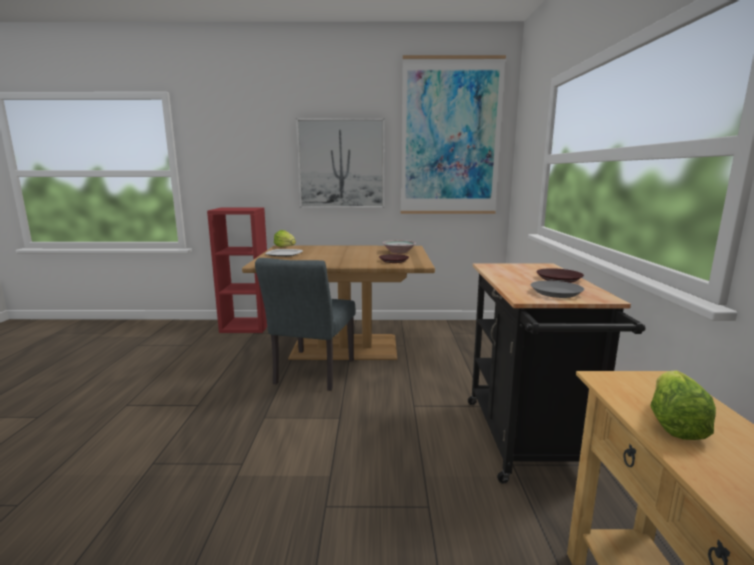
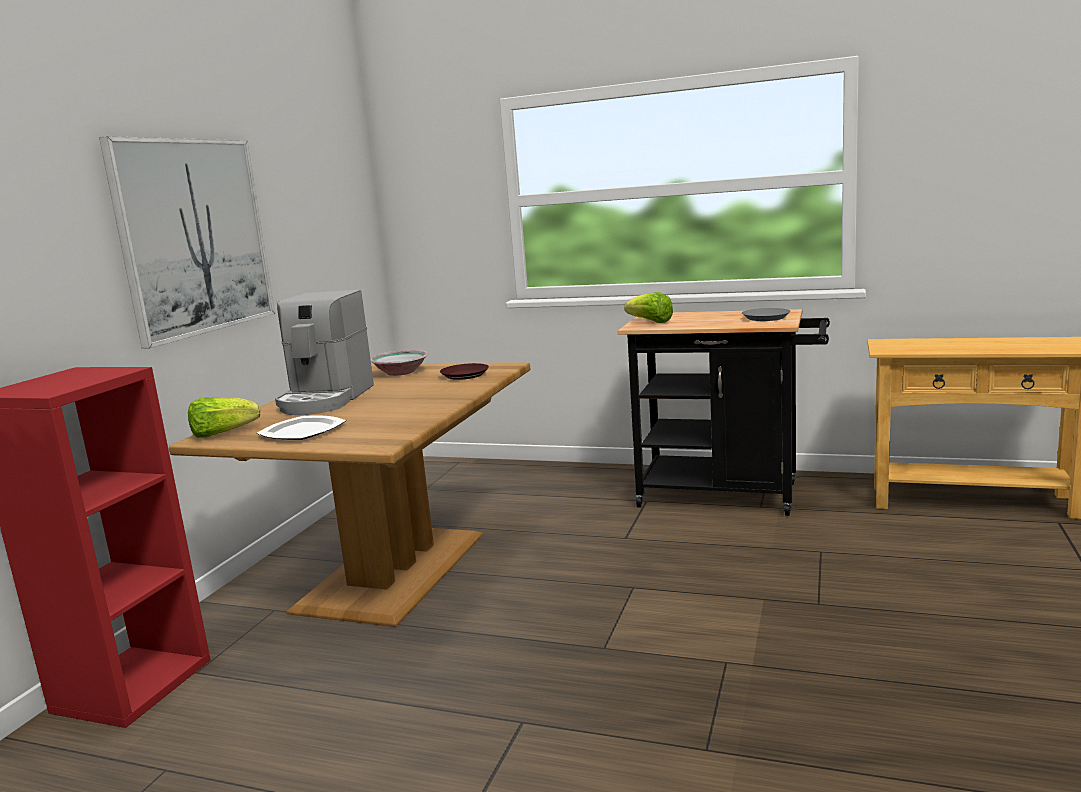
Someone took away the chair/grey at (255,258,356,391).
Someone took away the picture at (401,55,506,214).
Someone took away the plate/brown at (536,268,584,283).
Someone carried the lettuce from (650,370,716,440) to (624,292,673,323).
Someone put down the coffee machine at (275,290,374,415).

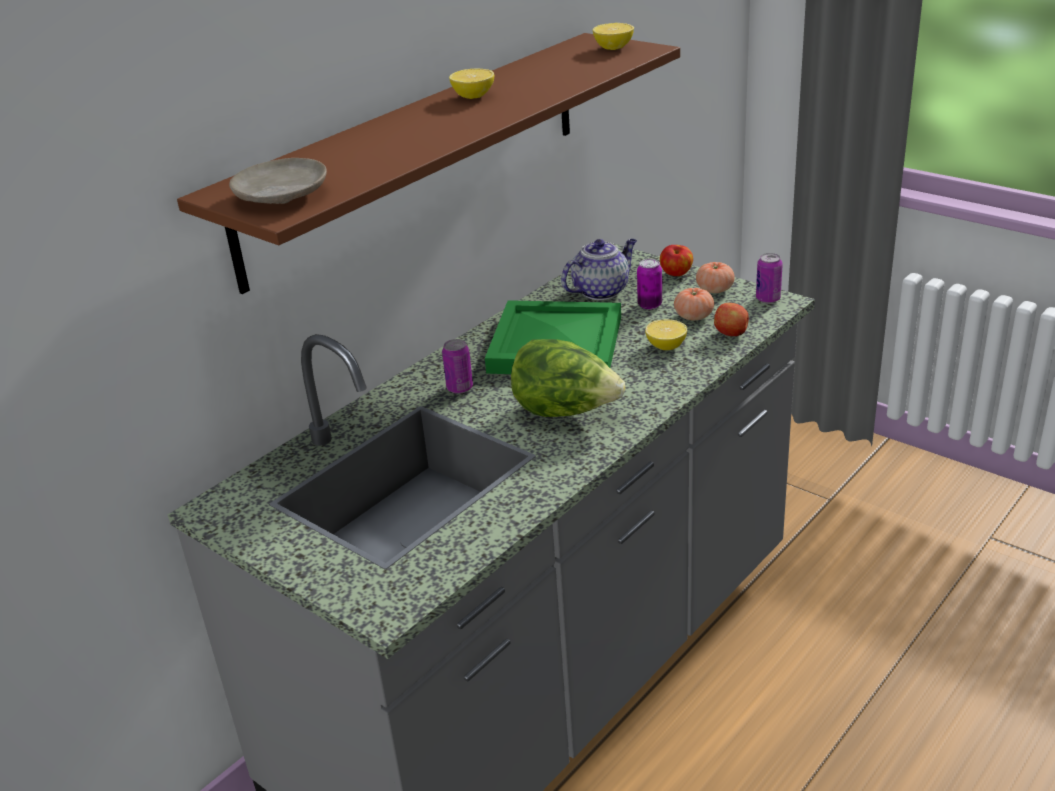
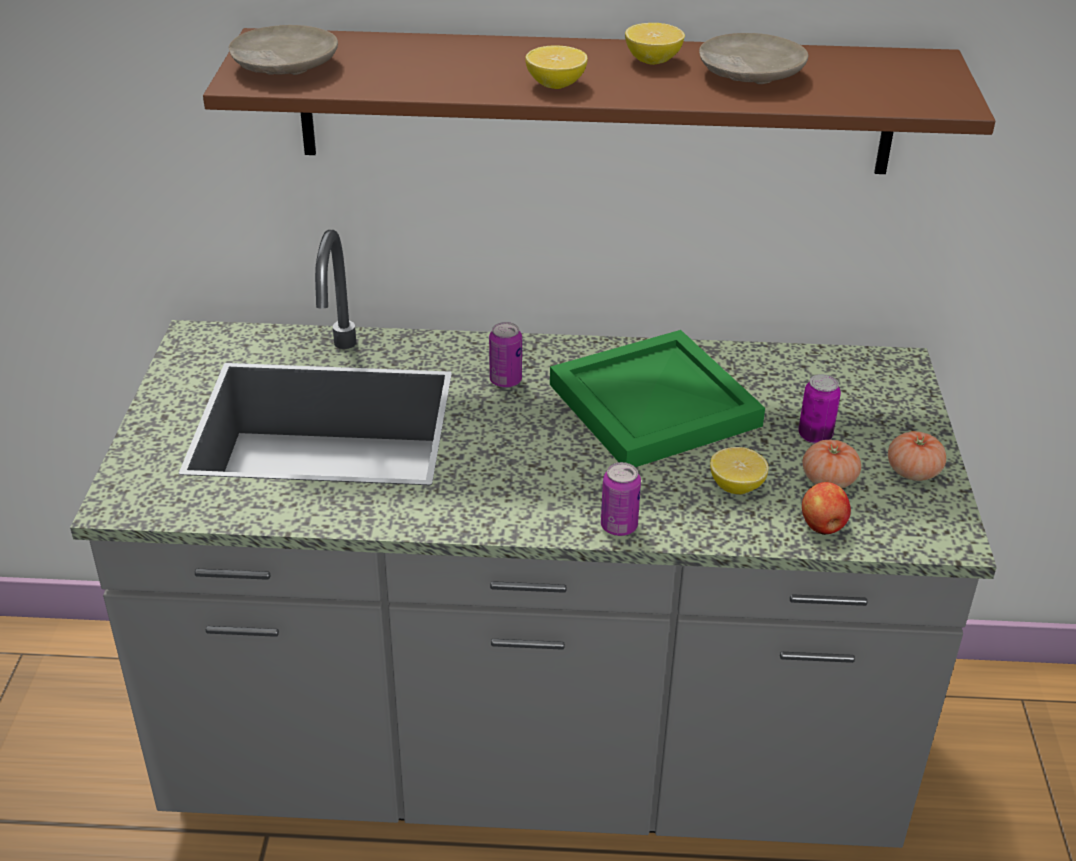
Someone took away the lettuce at (511,339,625,417).
Someone took away the teapot at (561,239,637,300).
Someone carried the lemon from (593,23,634,50) to (525,45,588,89).
Someone took away the apple at (660,245,693,276).
Someone carried the can from (756,253,783,303) to (601,462,641,536).
Someone put down the plate/beige at (699,33,808,84).

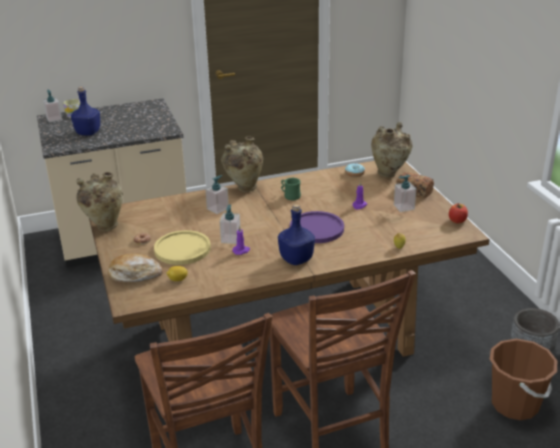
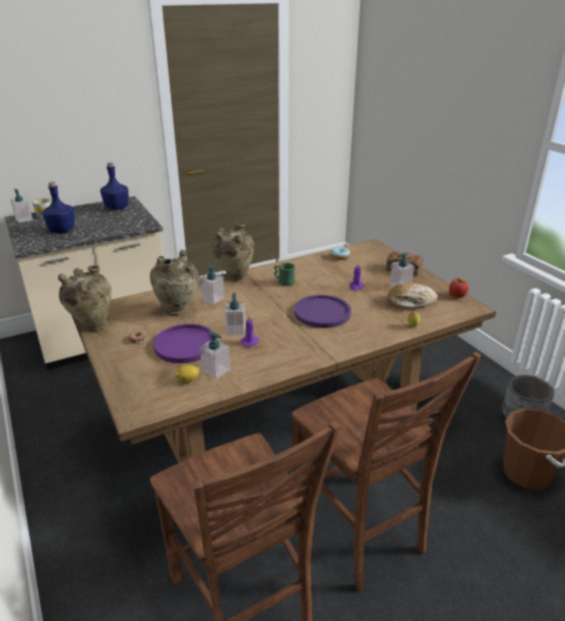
Someone carried the bread from (108,254,163,282) to (387,283,438,308).
Someone repainted the plate/yellow at (154,230,211,265), which became the plate/purple at (153,324,216,363).
Someone carried the bottle/blue from (278,204,315,265) to (100,162,129,210).
Someone carried the vase/beige from (371,122,412,177) to (150,250,199,315).
Someone put down the soap dispenser at (200,331,230,379).

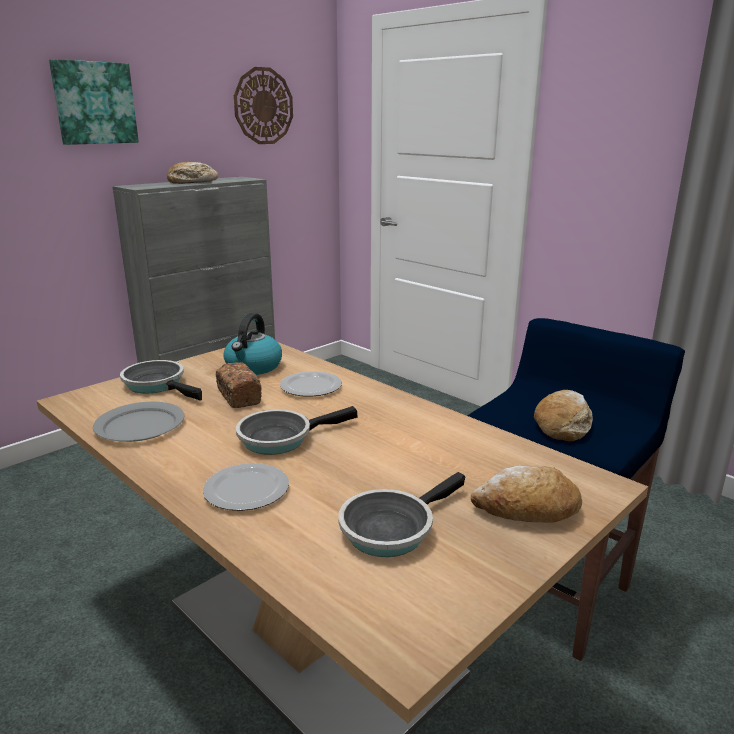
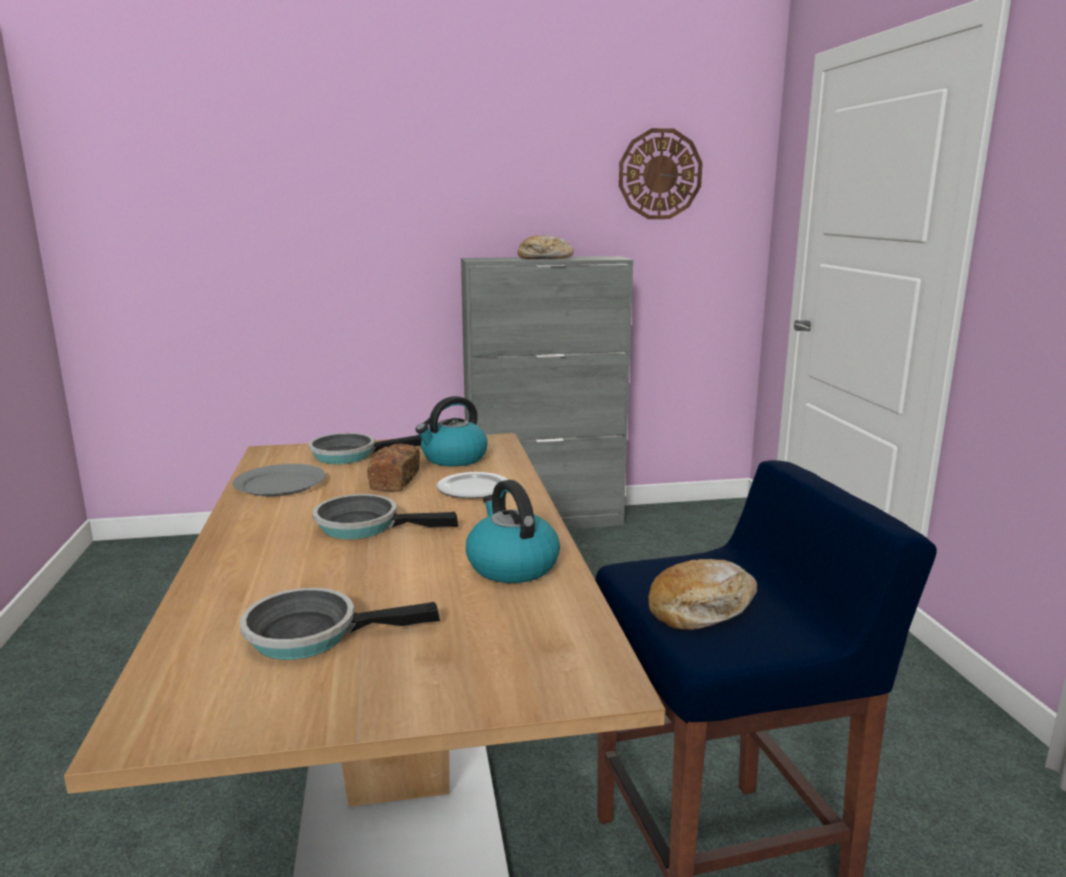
Someone took away the picture at (49,59,139,145).
Someone rotated the frying pan at (120,360,202,401) by 90 degrees counterclockwise.
Someone took away the plate at (203,463,289,511).
Someone took away the bread at (471,466,582,523).
Someone put down the kettle at (466,480,560,583).

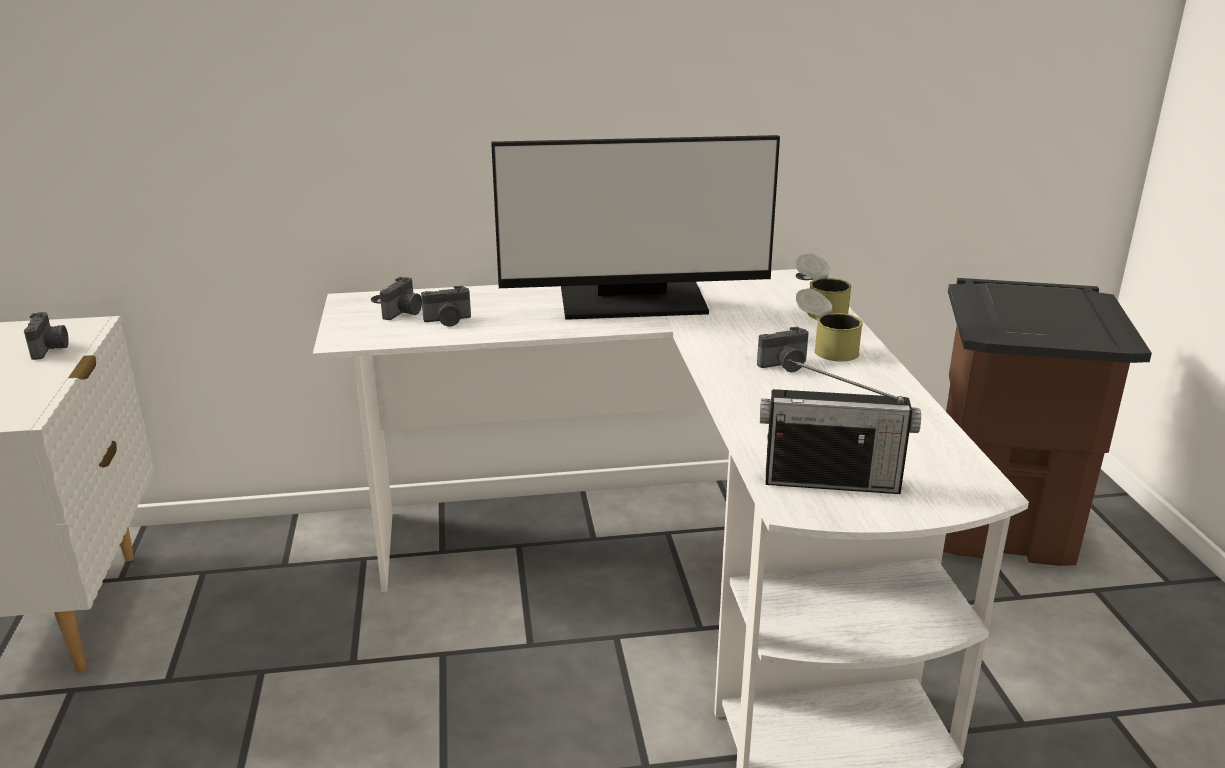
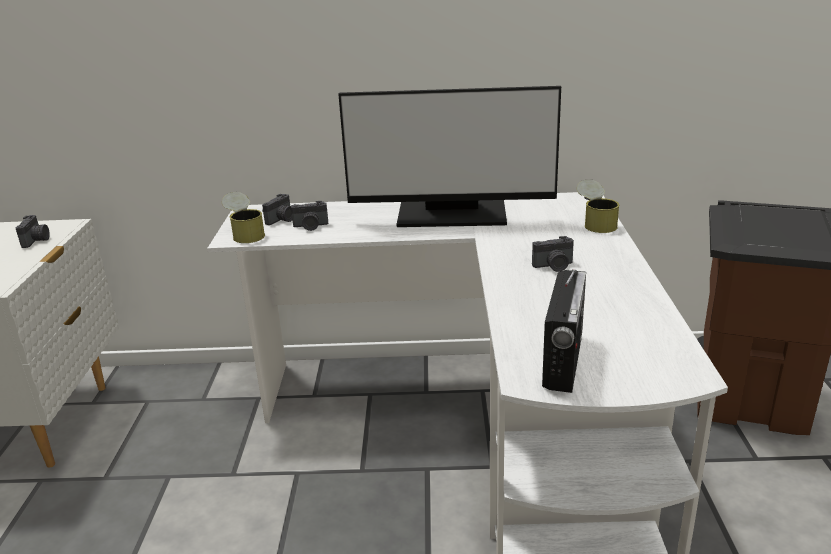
Someone rotated the radio at (760,359,921,494) by 90 degrees counterclockwise.
Someone carried the can from (796,289,863,362) to (222,192,265,243).

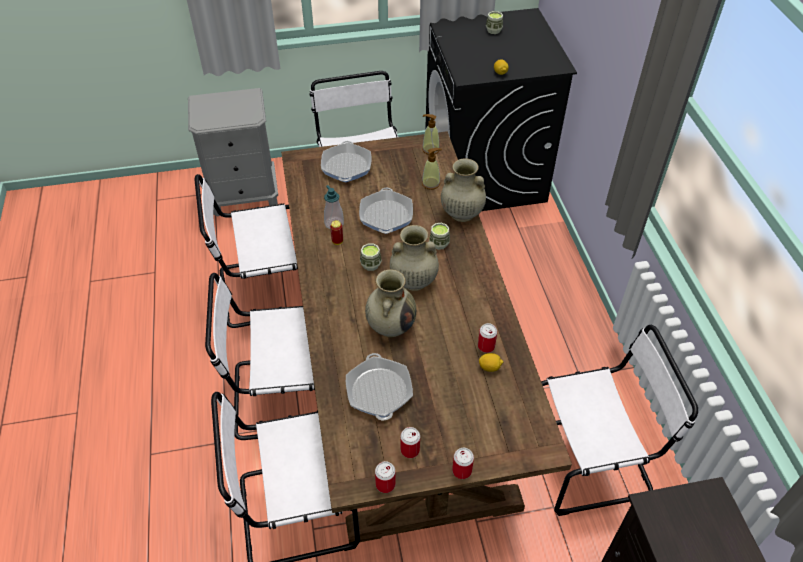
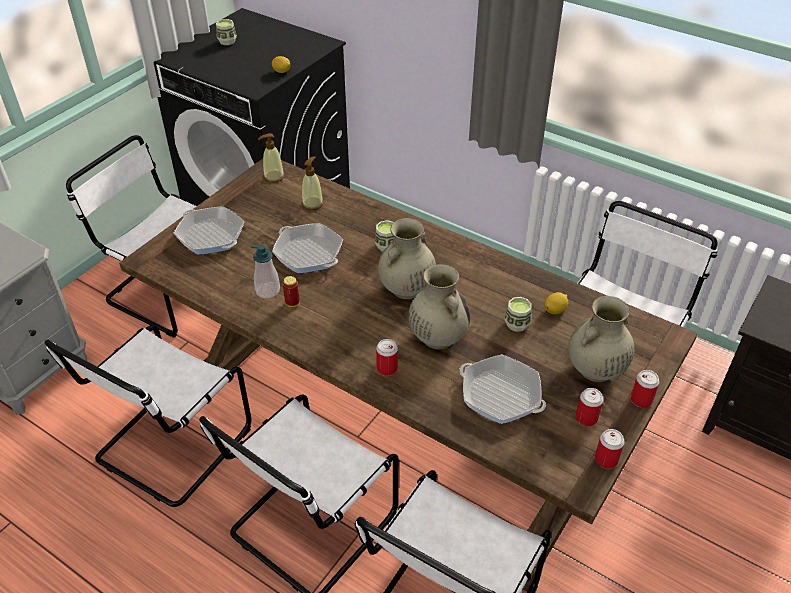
Someone carried the cup from (360,243,382,271) to (505,297,532,332).
Someone carried the vase/beige from (441,158,486,222) to (568,296,634,382).
Someone carried the can from (478,323,497,353) to (376,339,398,376).

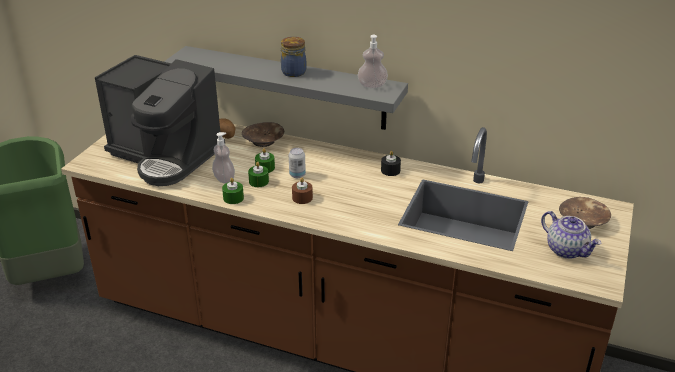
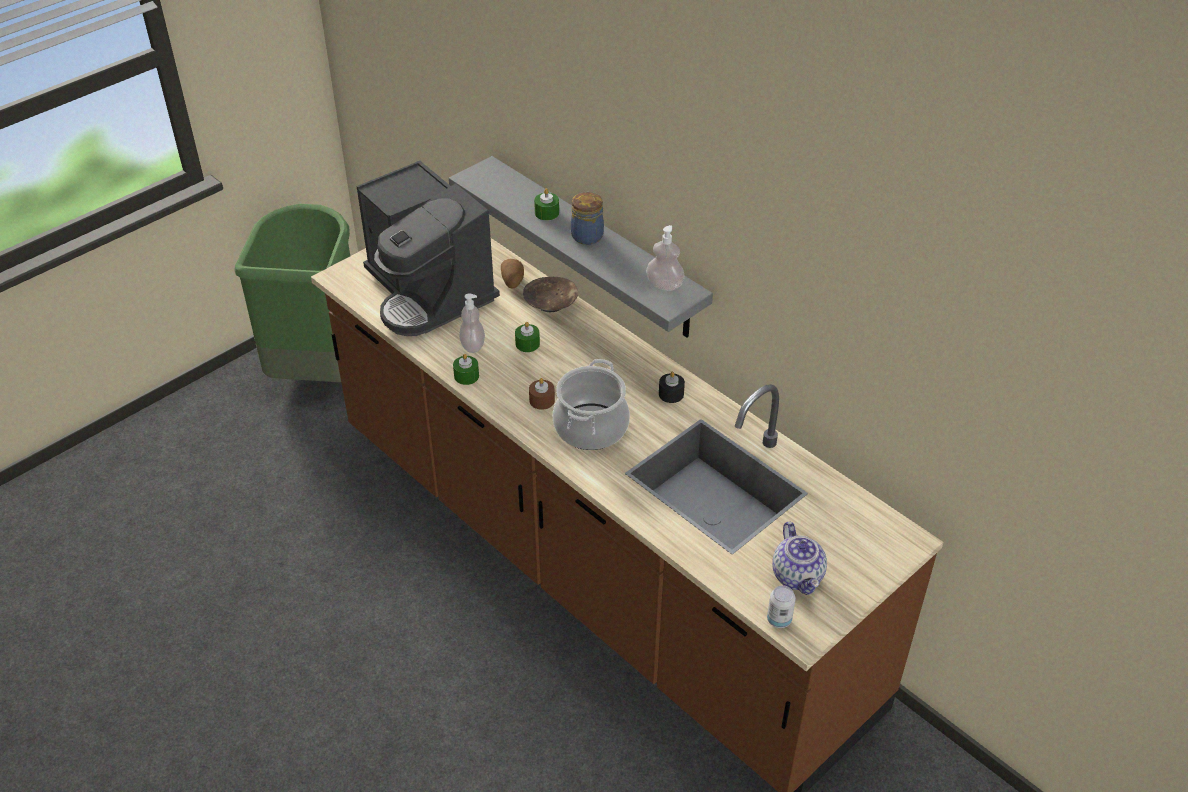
Someone carried the candle/green from (248,162,269,187) to (534,188,559,220).
Someone carried the can from (289,148,306,178) to (767,585,796,628).
Someone took away the bowl/brown at (559,197,611,229).
Someone put down the cooking pot at (553,359,630,450).

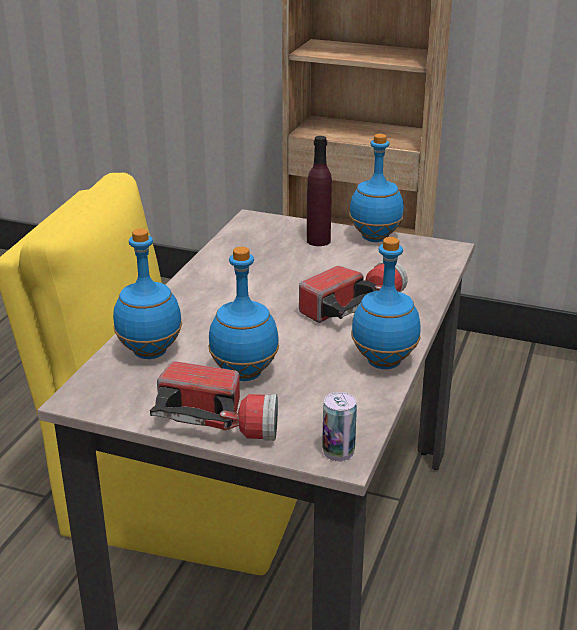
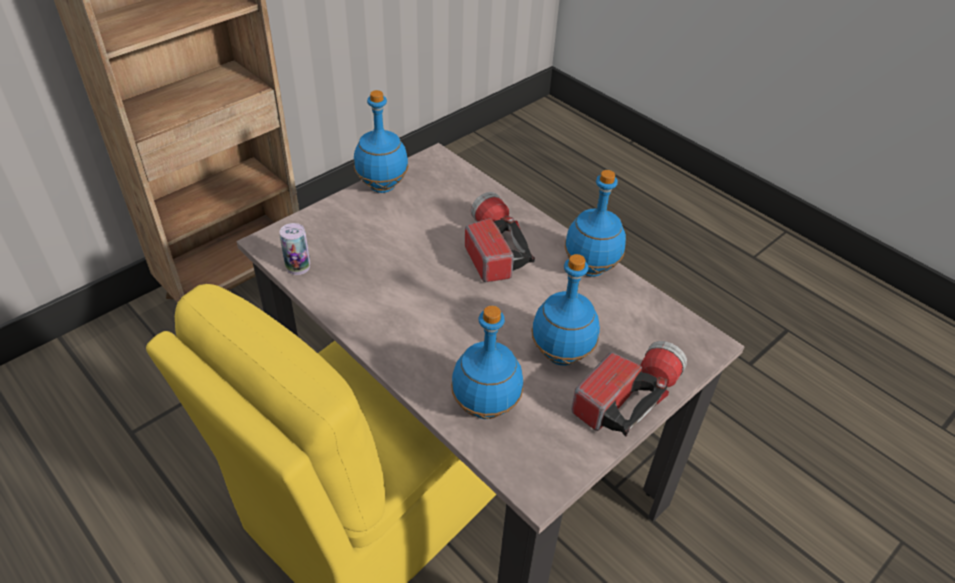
Someone took away the bottle/purple at (307,136,332,246).
Someone carried the can from (322,392,357,462) to (280,223,310,275).

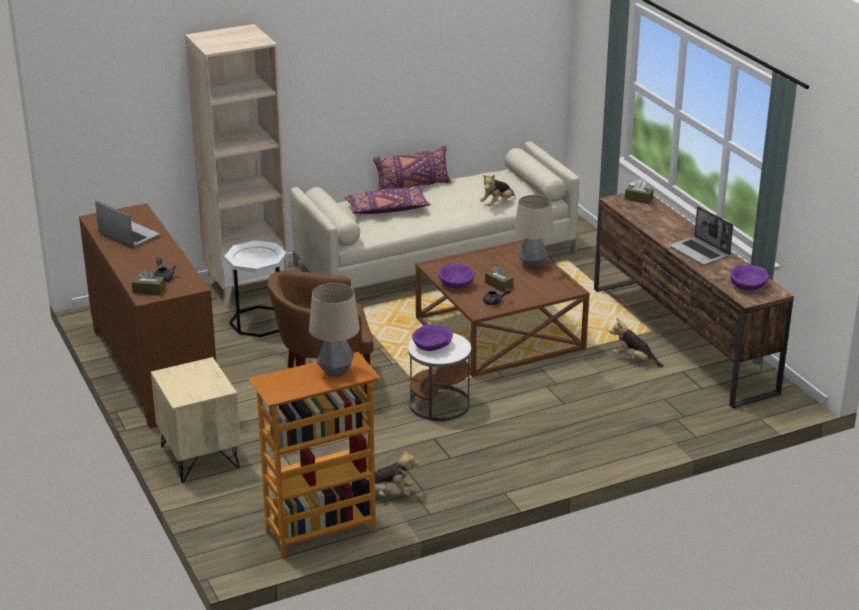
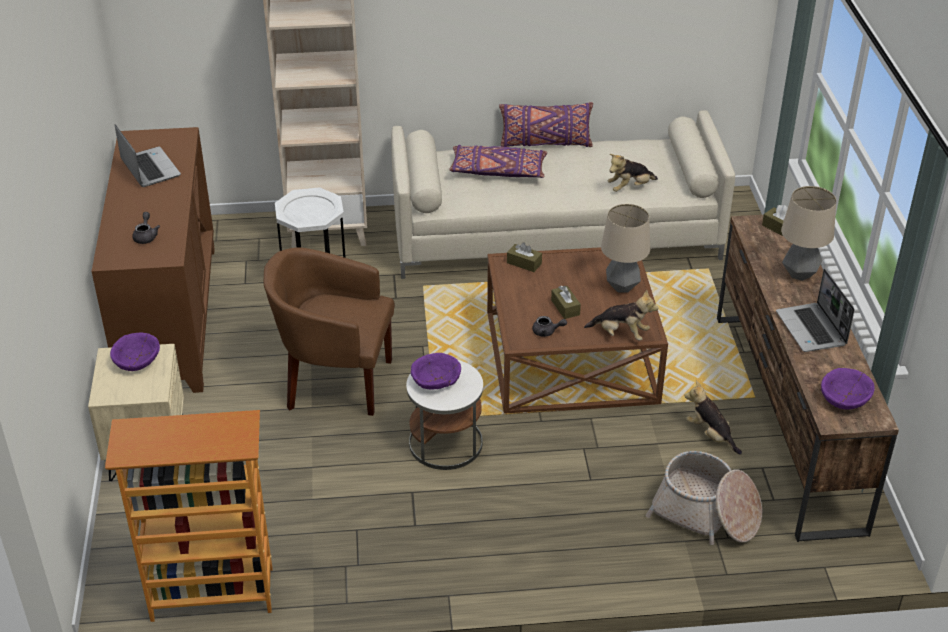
Someone carried the tissue box/brown from (131,269,165,295) to (507,242,542,272).
Someone carried the table lamp from (309,283,360,377) to (781,186,836,281).
Someone carried the plush toy from (367,448,418,496) to (584,289,658,341).
Someone carried the bowl/purple from (439,264,475,288) to (110,333,160,371).
Someone put down the basket at (646,451,762,545).

